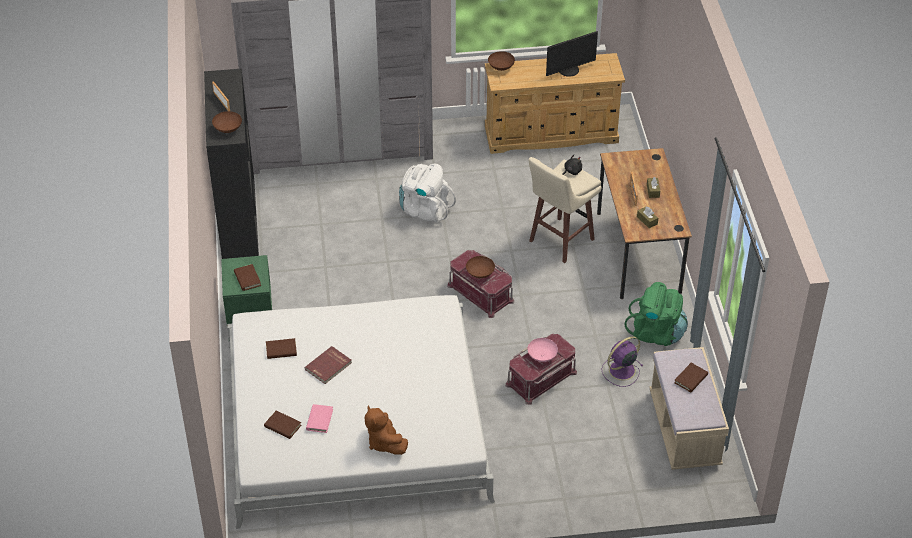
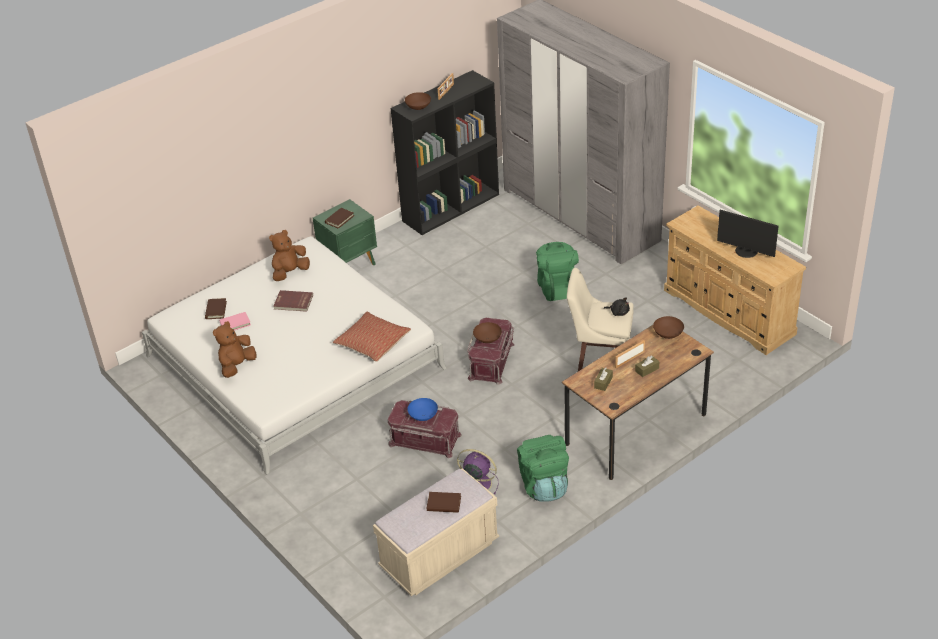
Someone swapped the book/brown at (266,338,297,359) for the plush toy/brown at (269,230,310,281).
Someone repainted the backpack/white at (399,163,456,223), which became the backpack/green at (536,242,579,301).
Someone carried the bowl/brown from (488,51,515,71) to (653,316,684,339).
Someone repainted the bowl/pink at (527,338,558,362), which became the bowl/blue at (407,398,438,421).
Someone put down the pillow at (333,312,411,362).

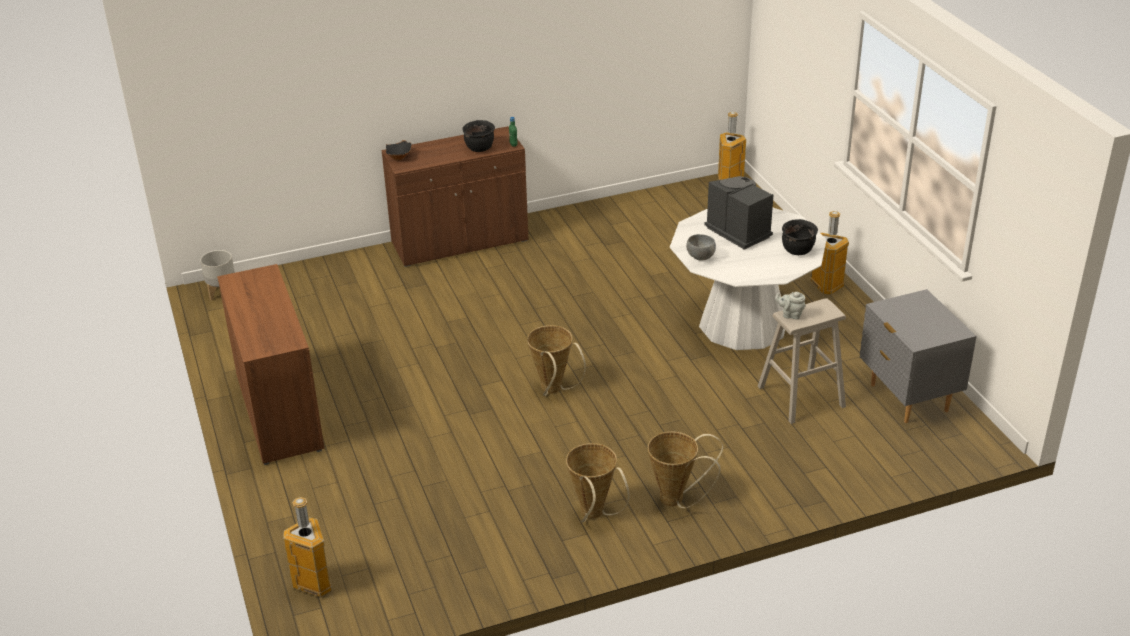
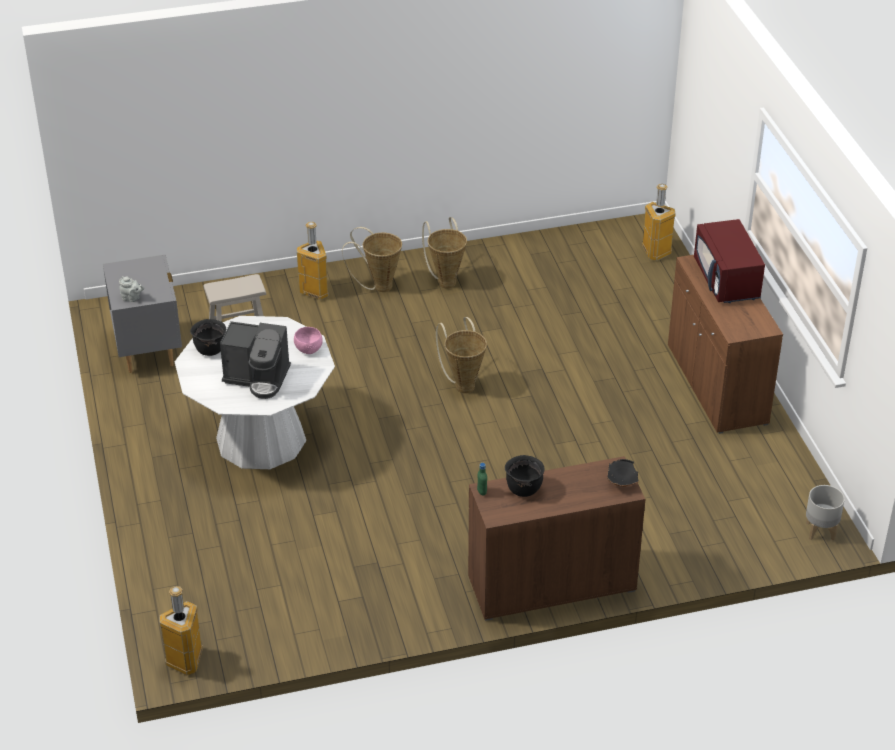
Someone repainted the bowl/grey at (686,234,716,261), which became the bowl/pink at (294,327,323,354).
Someone rotated the coffee machine at (705,176,774,250) by 45 degrees counterclockwise.
Someone carried the teapot/grey from (775,292,806,320) to (119,276,144,302).
Someone carried the trash can from (810,211,849,295) to (297,222,329,300).
Someone put down the microwave/red at (694,219,765,303).

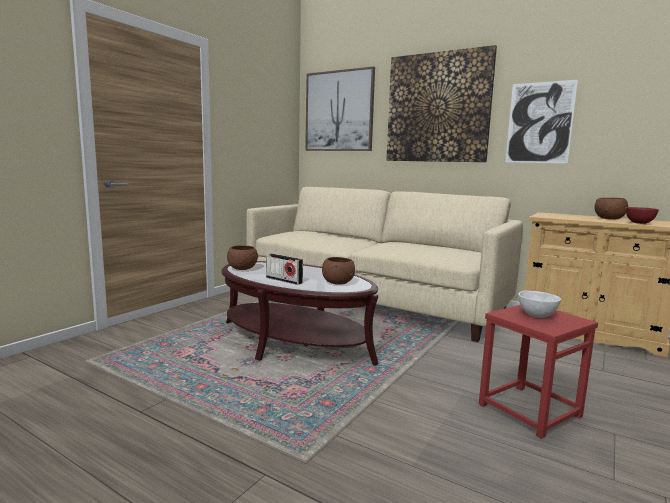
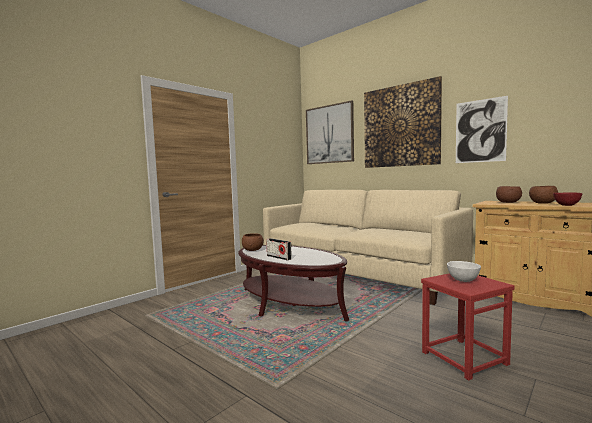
Someone carried the bowl/brown from (322,257,355,285) to (496,186,522,203).

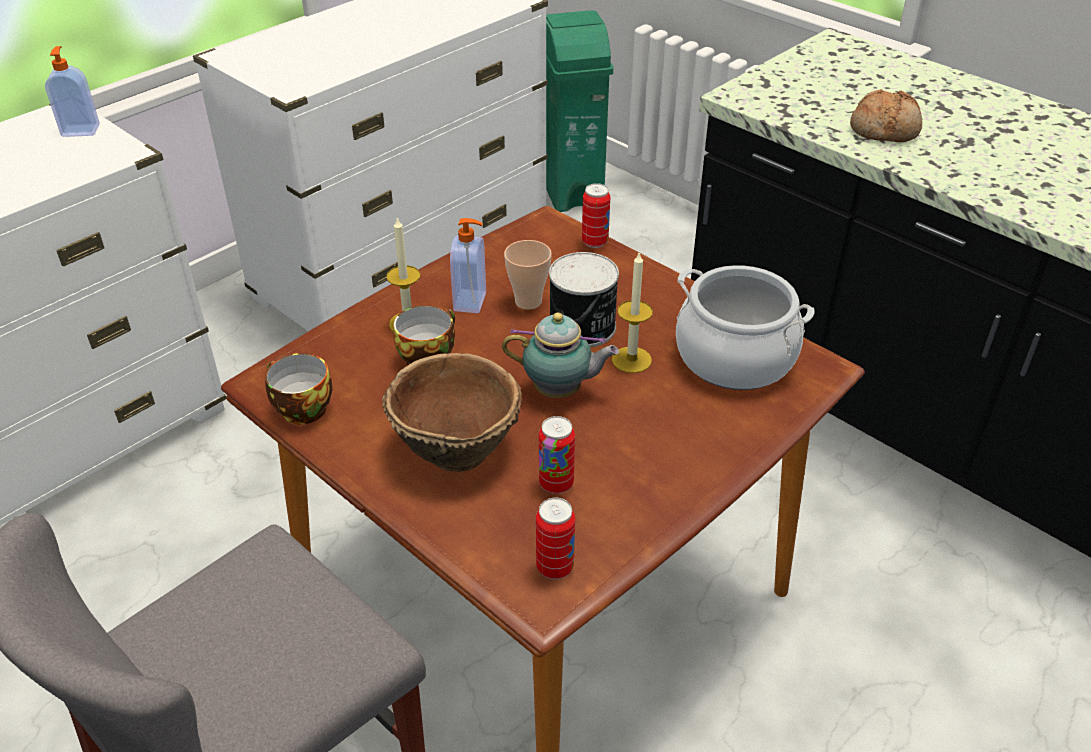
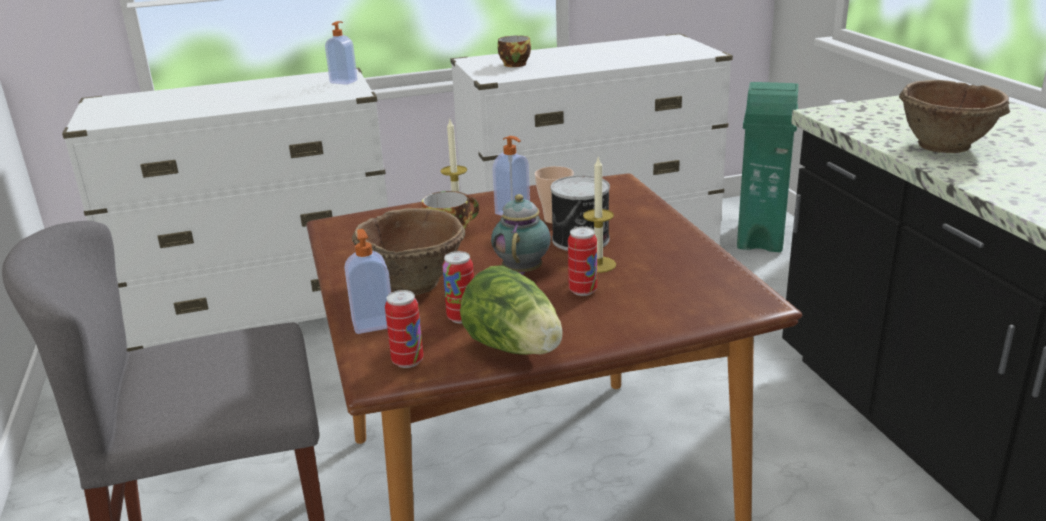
Someone carried the cup from (265,353,332,425) to (498,36,531,67).
Someone rotated the teapot at (502,313,619,398) by 120 degrees counterclockwise.
Someone carried the can from (582,183,610,248) to (568,227,597,296).
Someone took away the cooking pot at (676,265,815,390).
Someone swapped the bread at (850,89,922,142) for the bowl/brown at (899,80,1010,153).
Someone put down the soap dispenser at (345,229,391,334).
Someone put down the lettuce at (460,265,563,355).

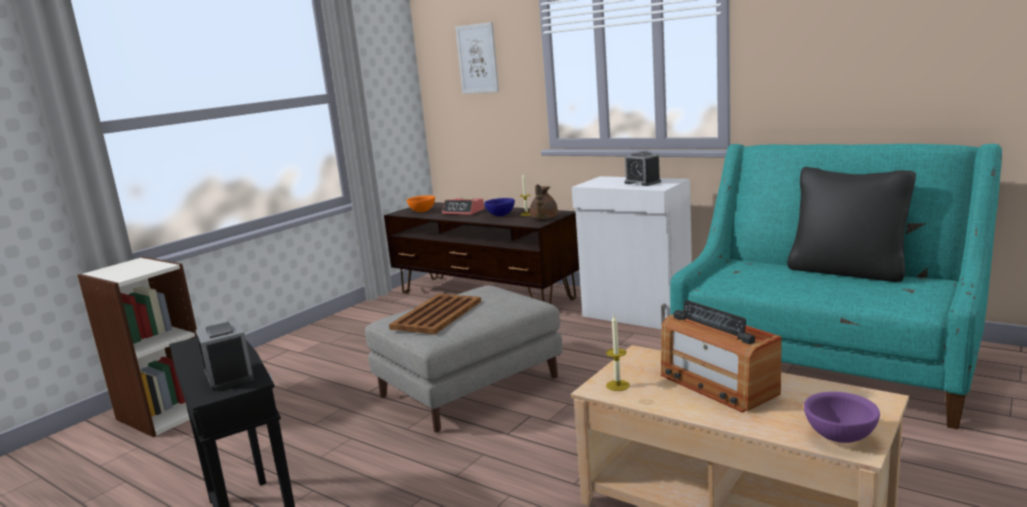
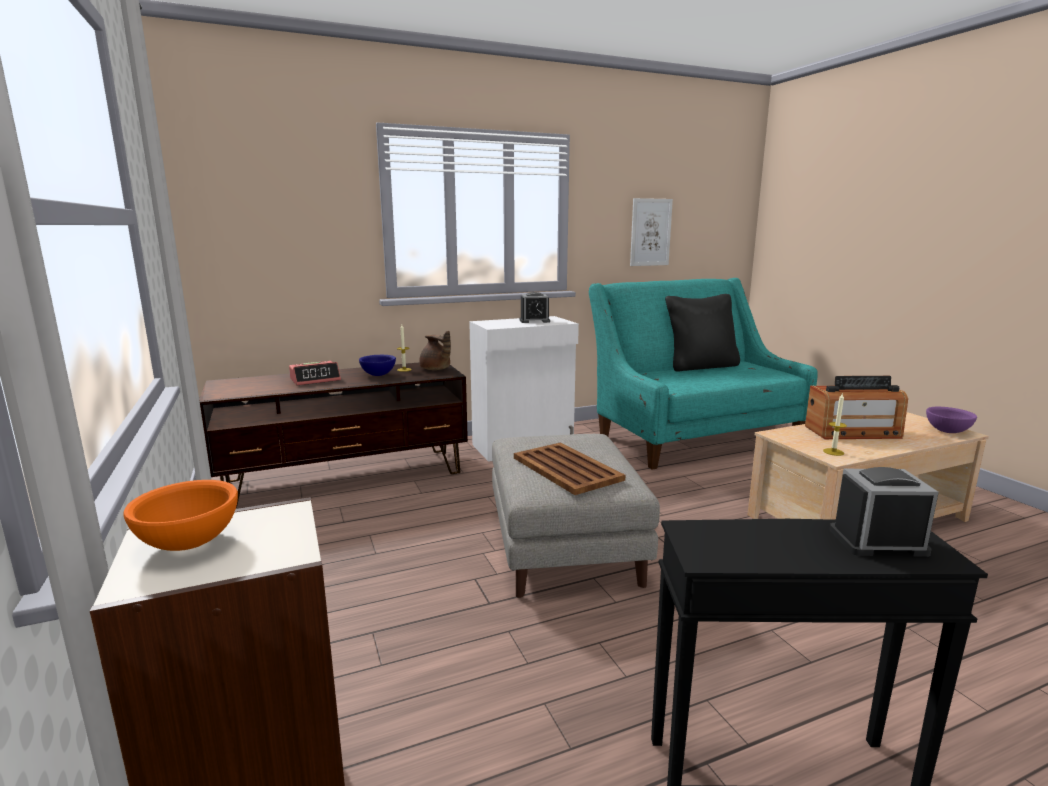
Someone carried the bowl/orange from (407,195,435,212) to (123,480,238,551).
Someone carried the picture from (455,22,499,94) to (630,198,673,266).

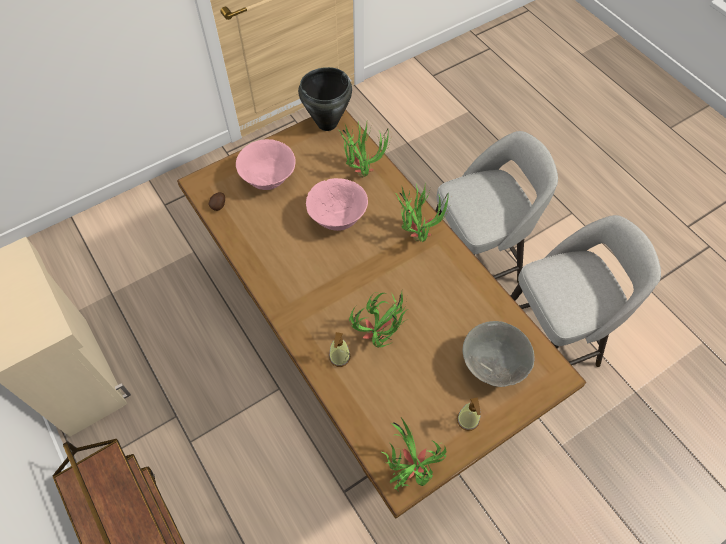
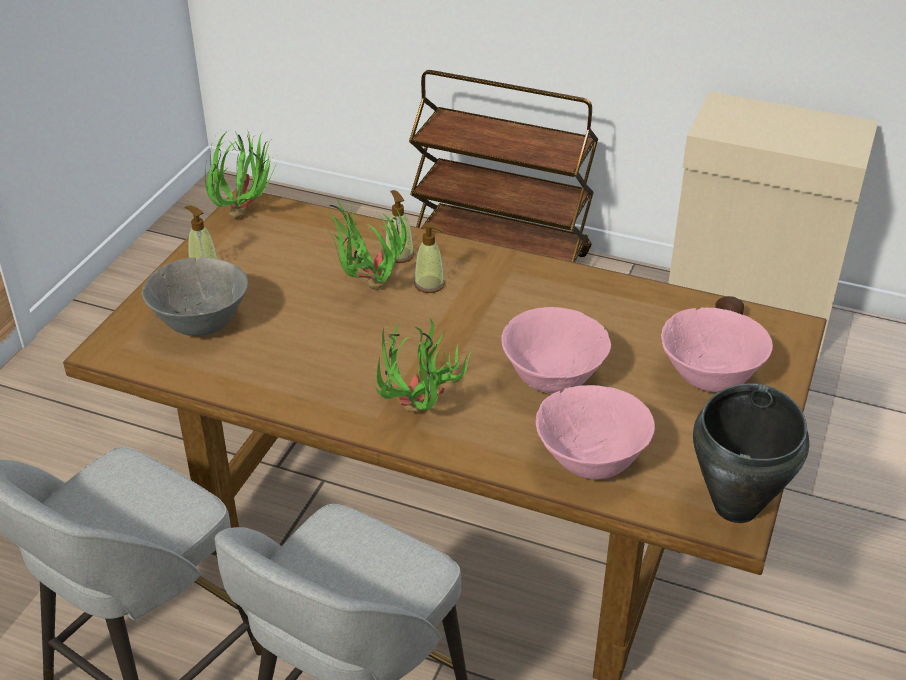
Someone swapped the potted plant at (339,120,392,177) for the bowl/pink at (536,385,655,479).
Someone put down the soap dispenser at (414,223,445,293).

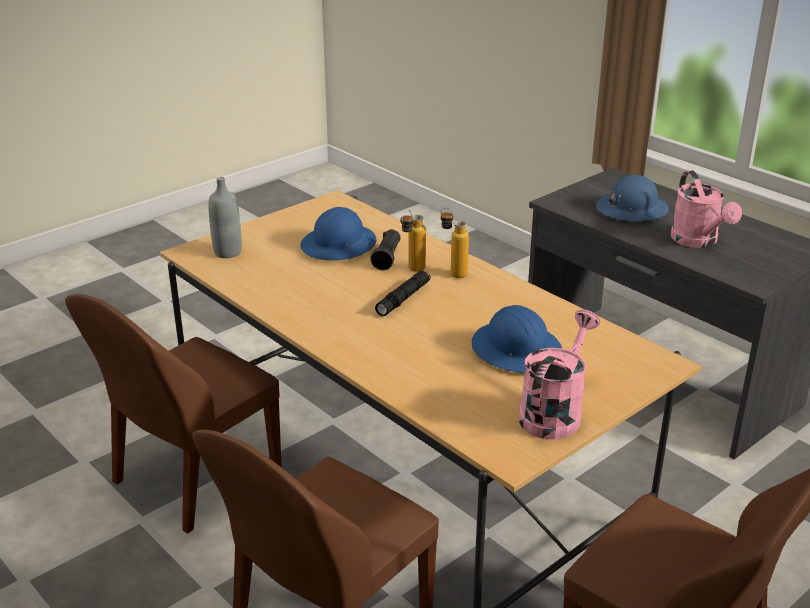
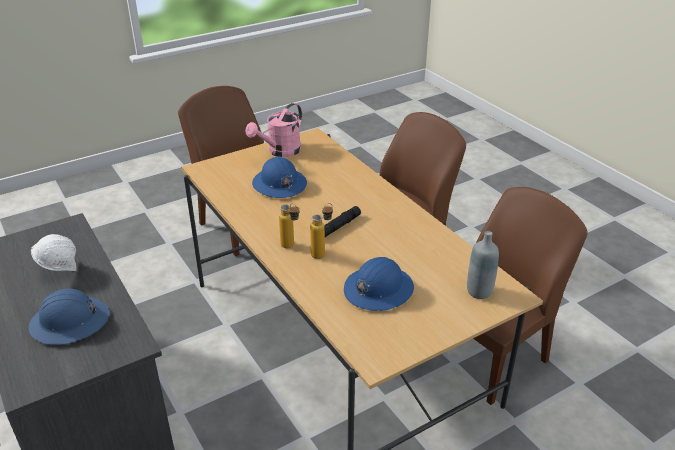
Someone took away the flashlight/black at (370,229,400,270).
Someone swapped the watering can/pink at (671,170,742,248) for the hard hat/white at (31,234,76,271).

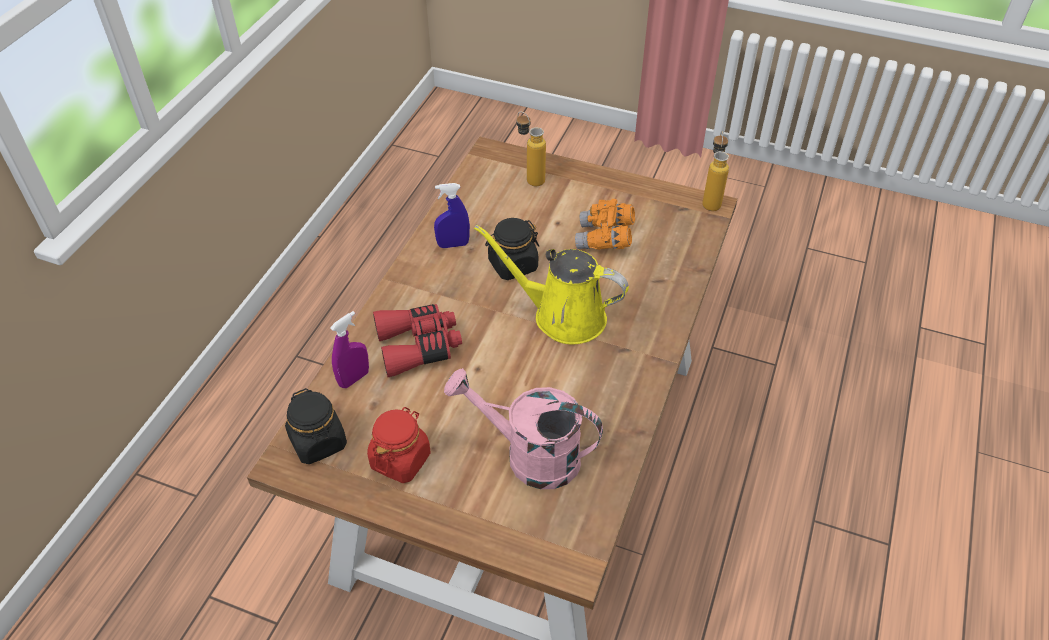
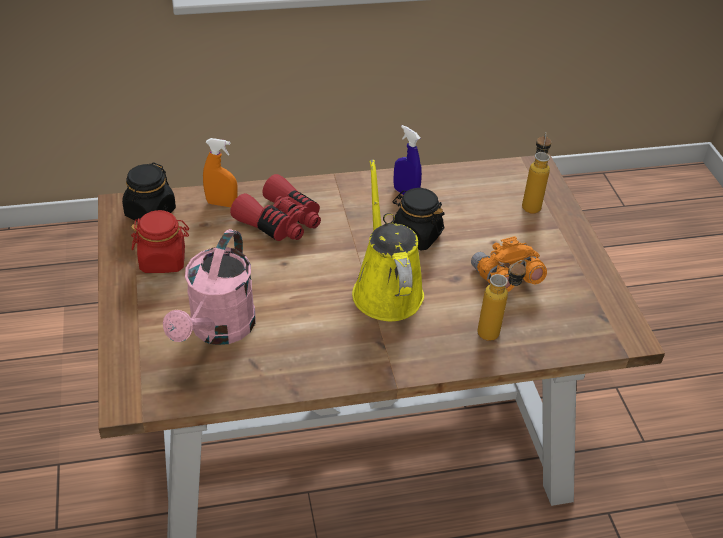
Someone repainted the spray bottle/purple at (330,311,369,388), which became the spray bottle/orange at (203,138,238,207).
Someone rotated the watering can/pink at (444,368,603,489) by 150 degrees counterclockwise.
Someone carried the bottle from (702,131,729,211) to (477,260,526,341).

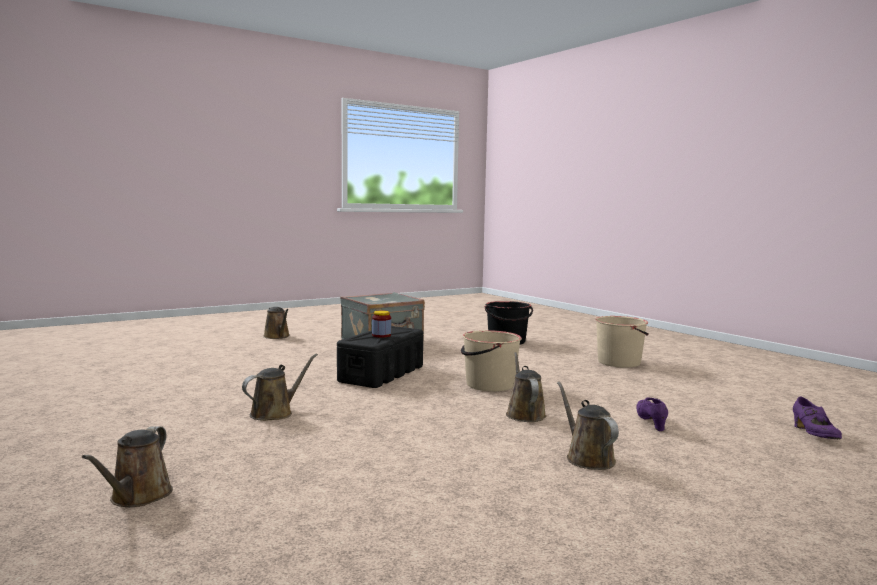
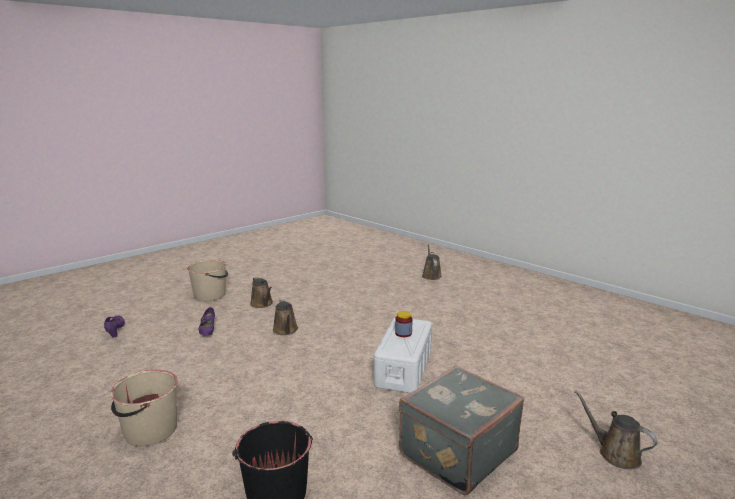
Someone took away the watering can/brown at (242,354,318,421).
Someone repainted the storage box/black at (337,326,423,388), which became the storage box/white at (374,317,432,393).
Someone carried the bucket/beige from (461,330,522,392) to (187,260,228,301).

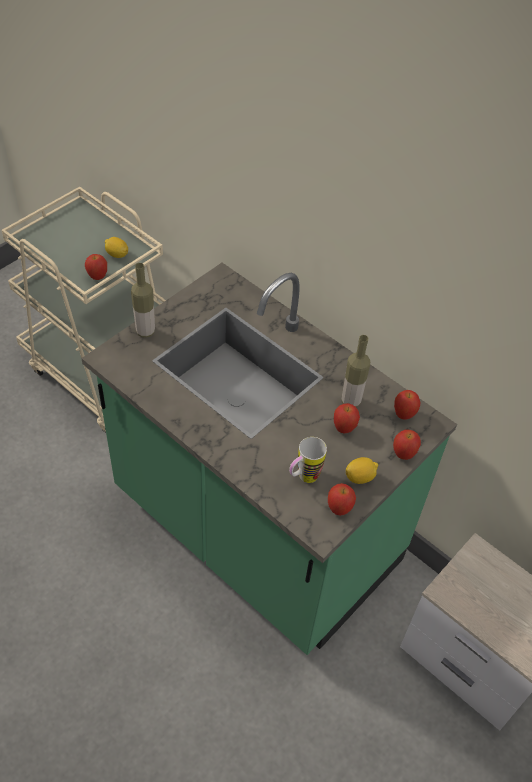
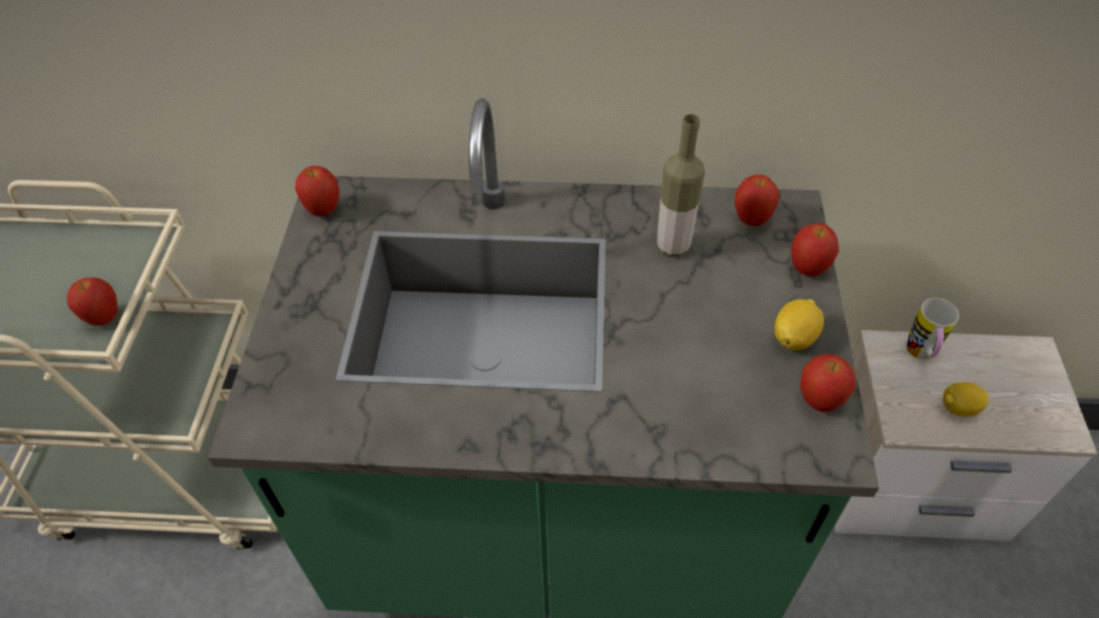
Someone carried the lemon from (105,237,128,258) to (943,382,989,417).
Someone took away the bottle at (131,263,155,338).
Someone carried the mug from (289,437,327,483) to (907,298,959,359).
Someone carried the apple from (334,403,360,433) to (295,166,340,216).

